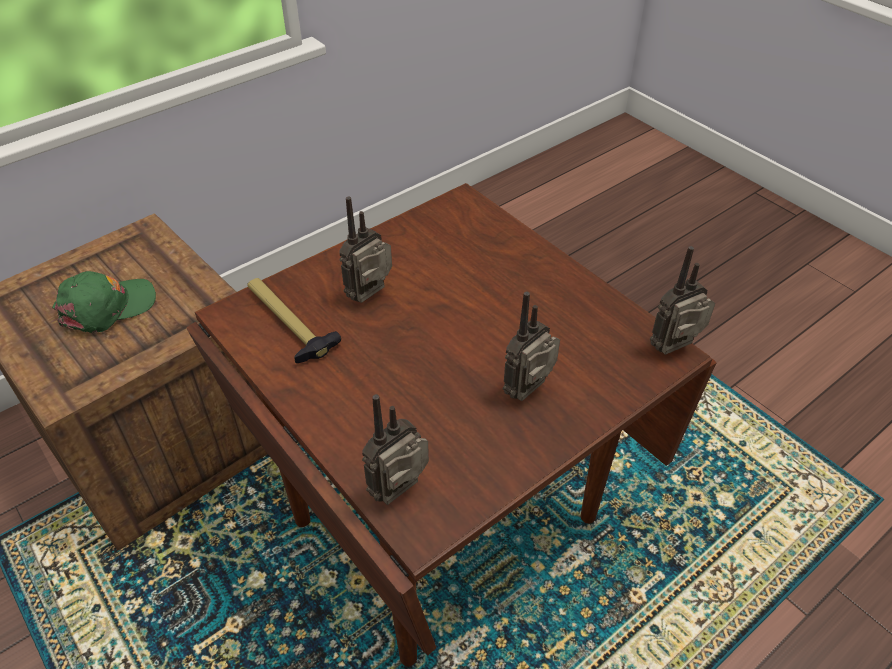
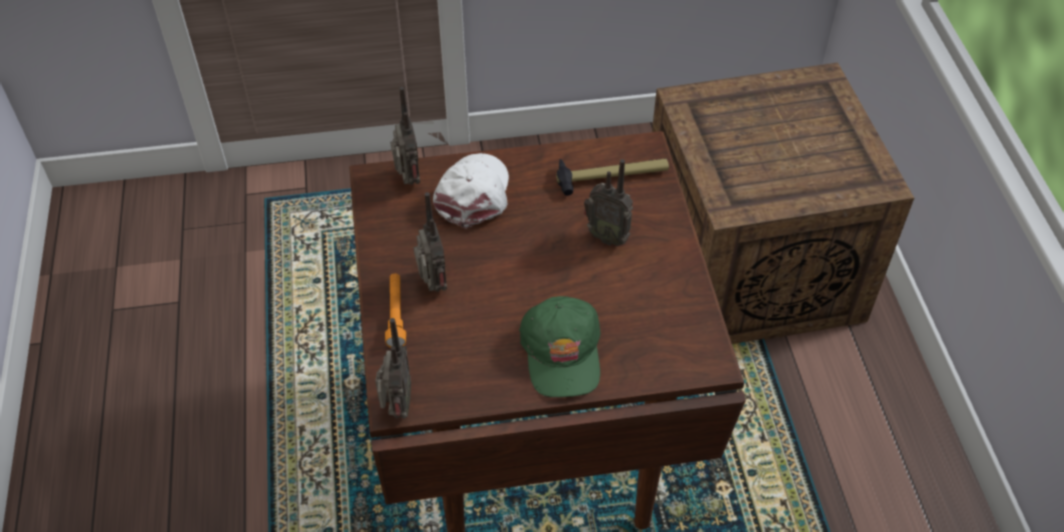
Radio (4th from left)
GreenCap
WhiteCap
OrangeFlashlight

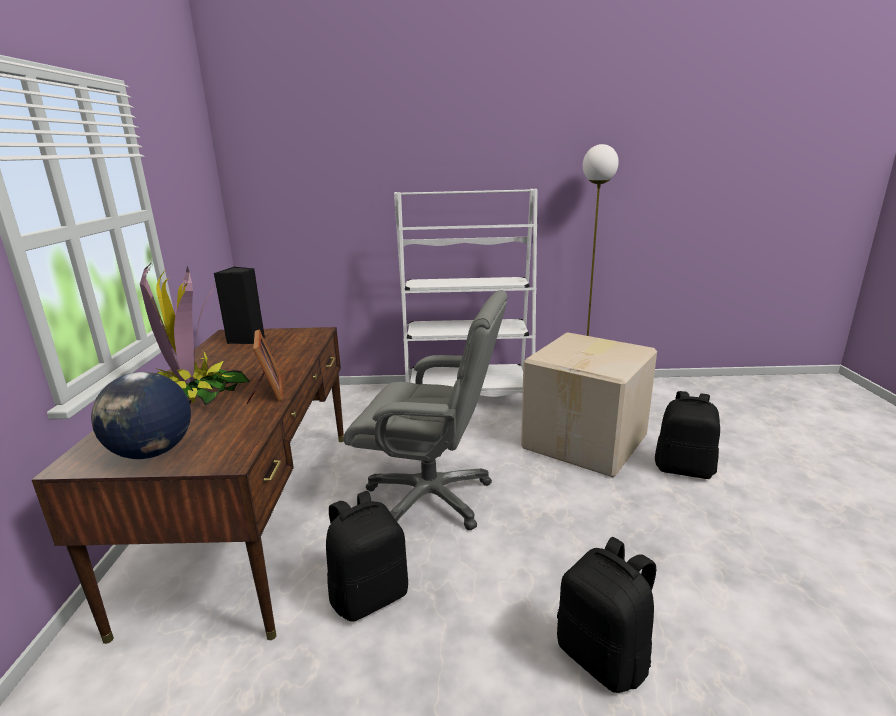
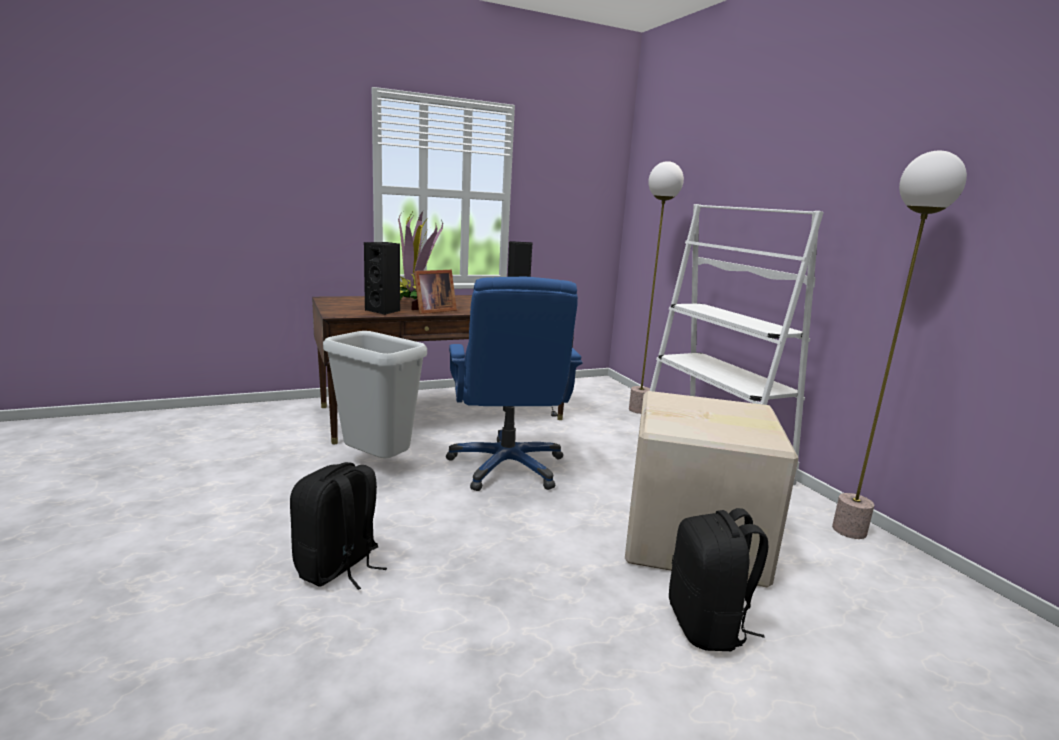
BlueOfficeChair
Globe
GreyTrashCan
FloorLamp (1st from left)
BlackSpeaker (1st from left)

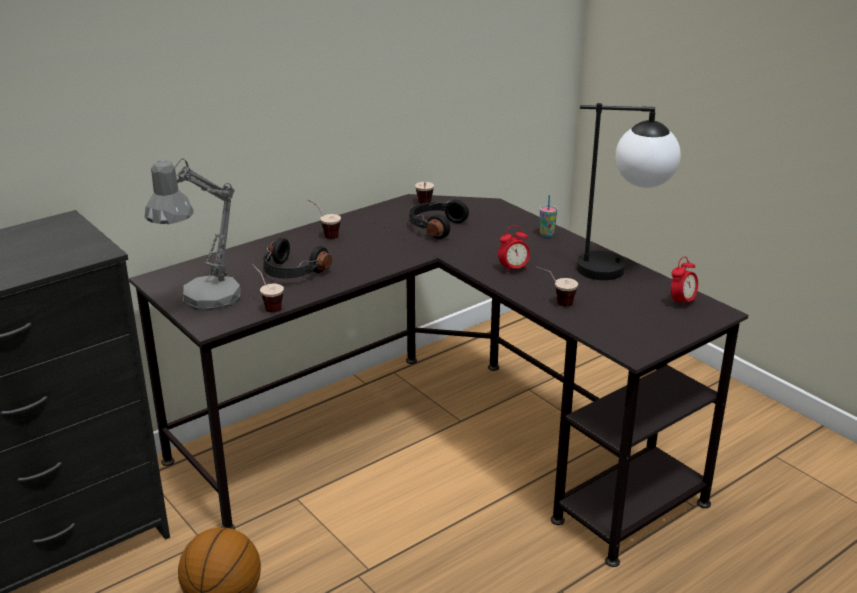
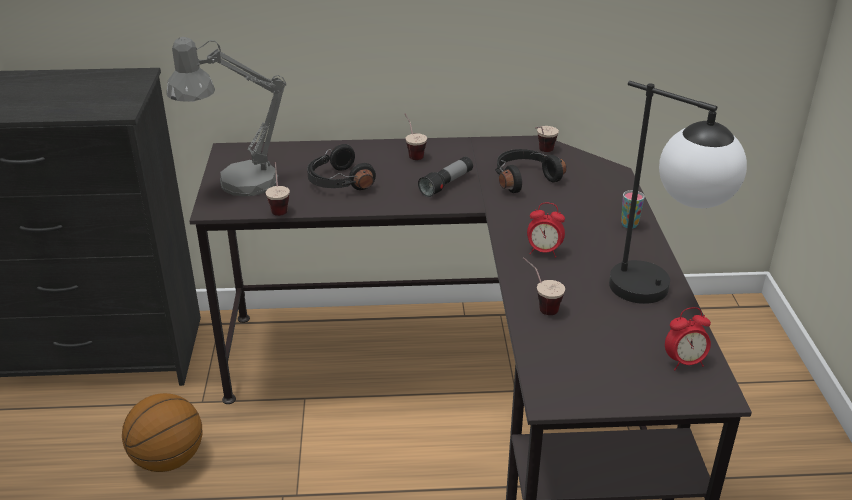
Flashlight

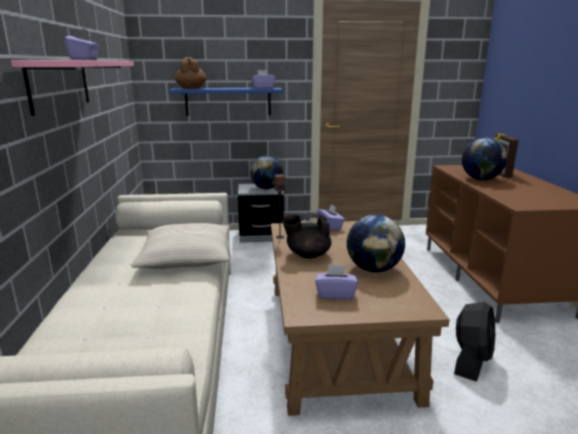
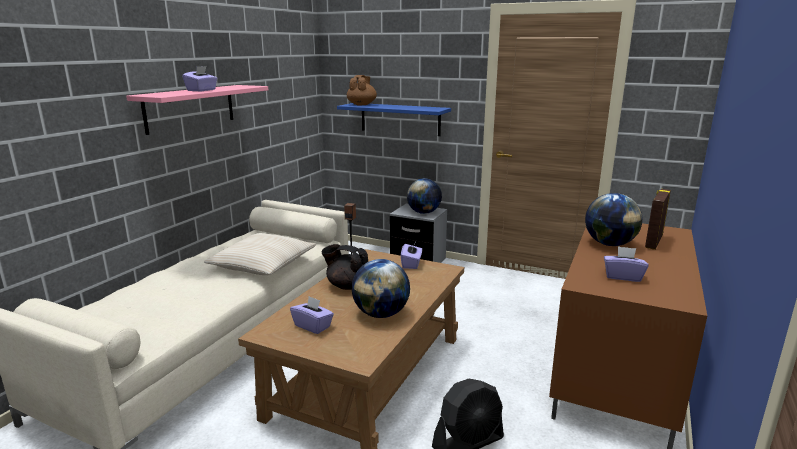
PurpleTissueBox (4th from left)

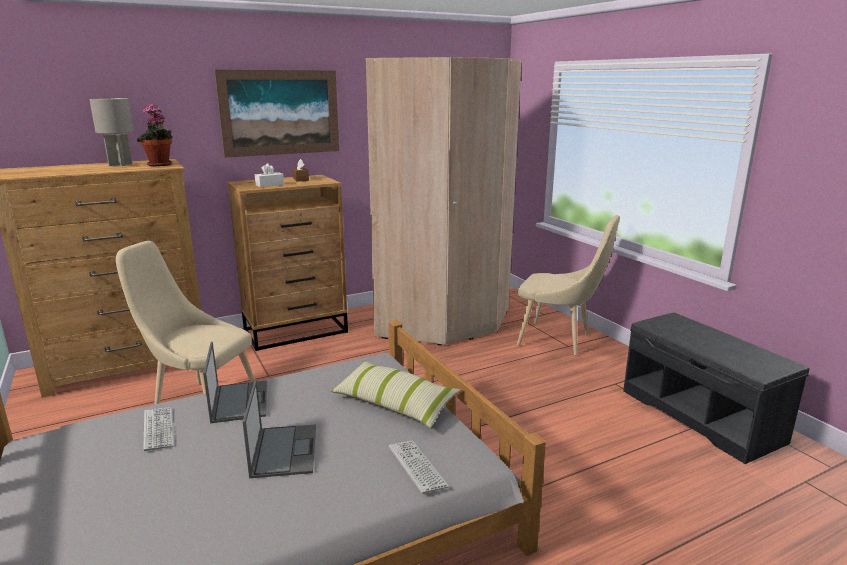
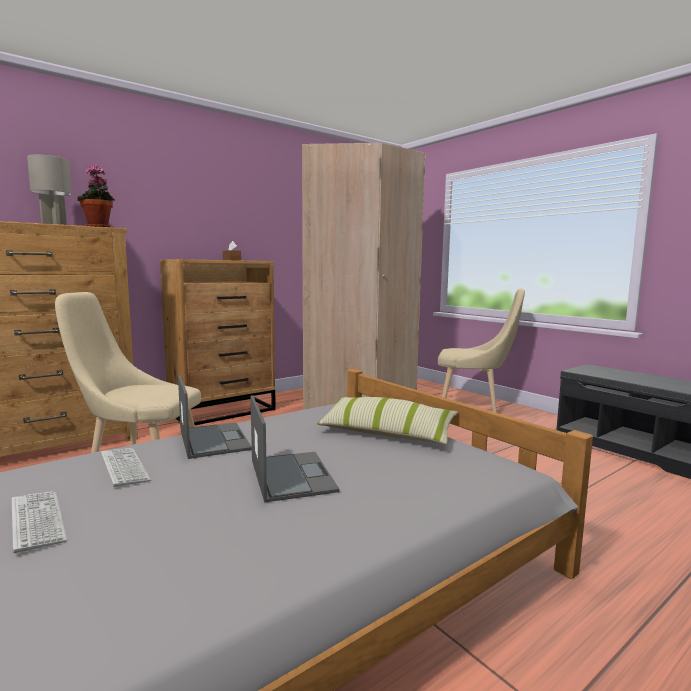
Picture
WhiteTissueBox
Keyboard (1st from left)

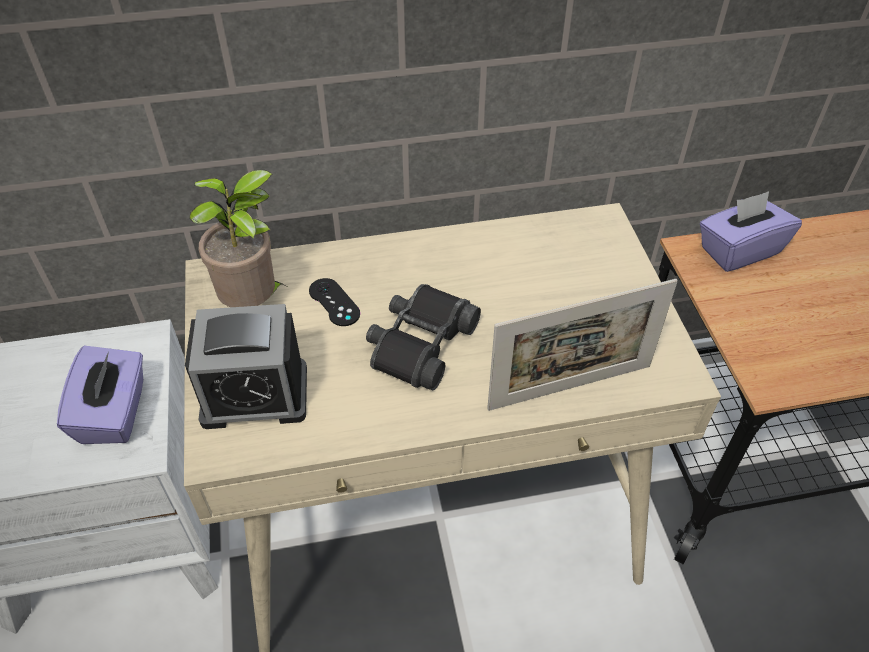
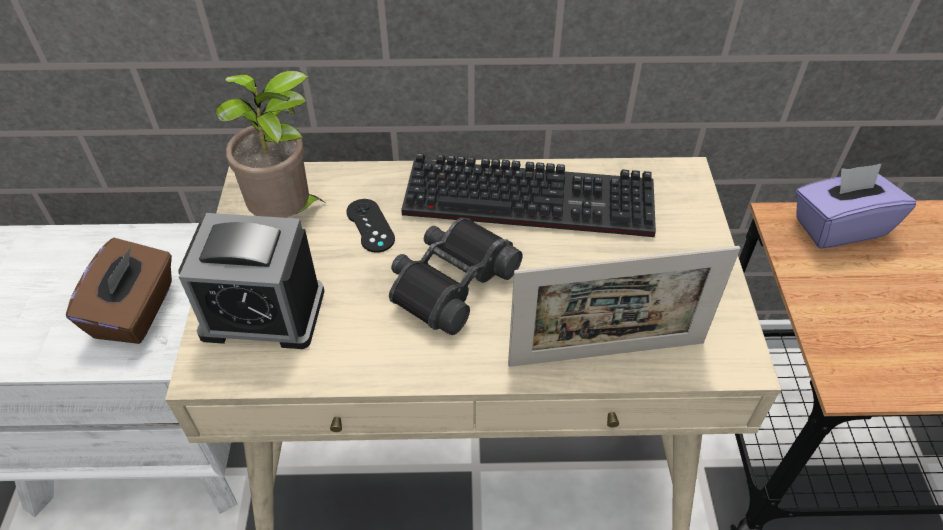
BrownTissueBox
Keyboard

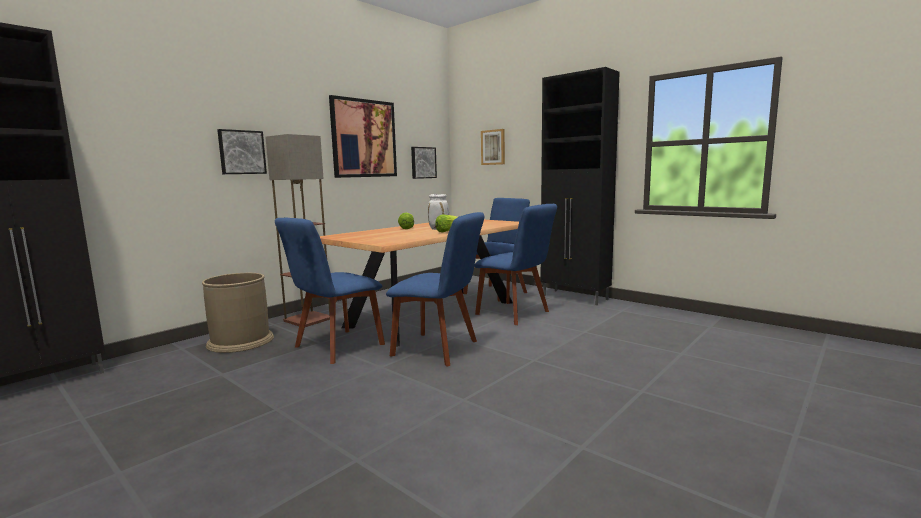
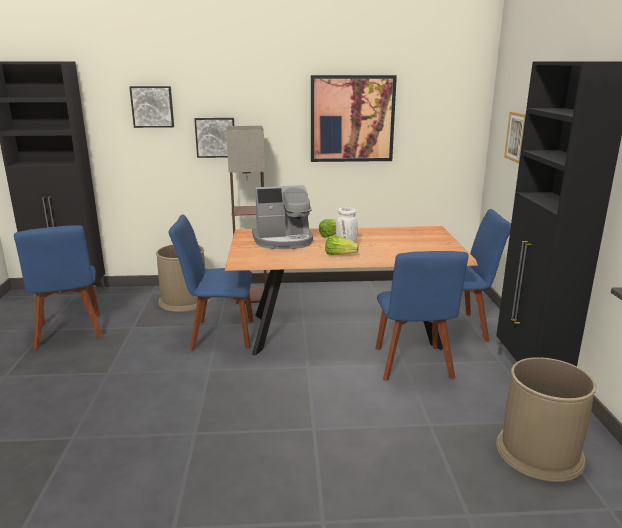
Picture (1st from left)
BlueChair (1st from left)
CoffeeMachine
BrownTrashCan (2nd from left)

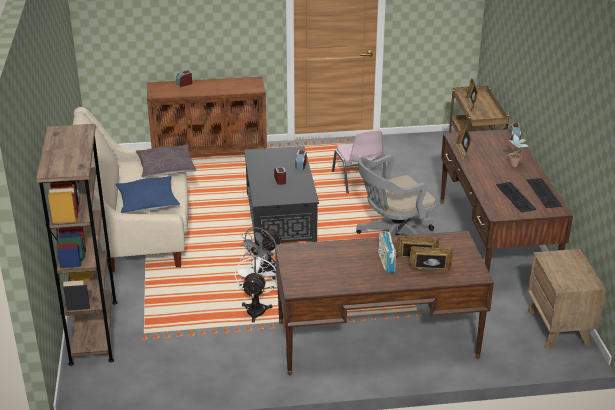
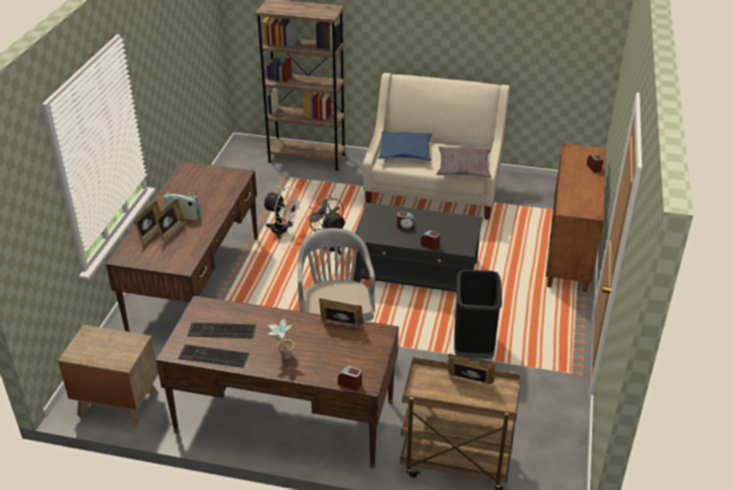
BlackTrashCan

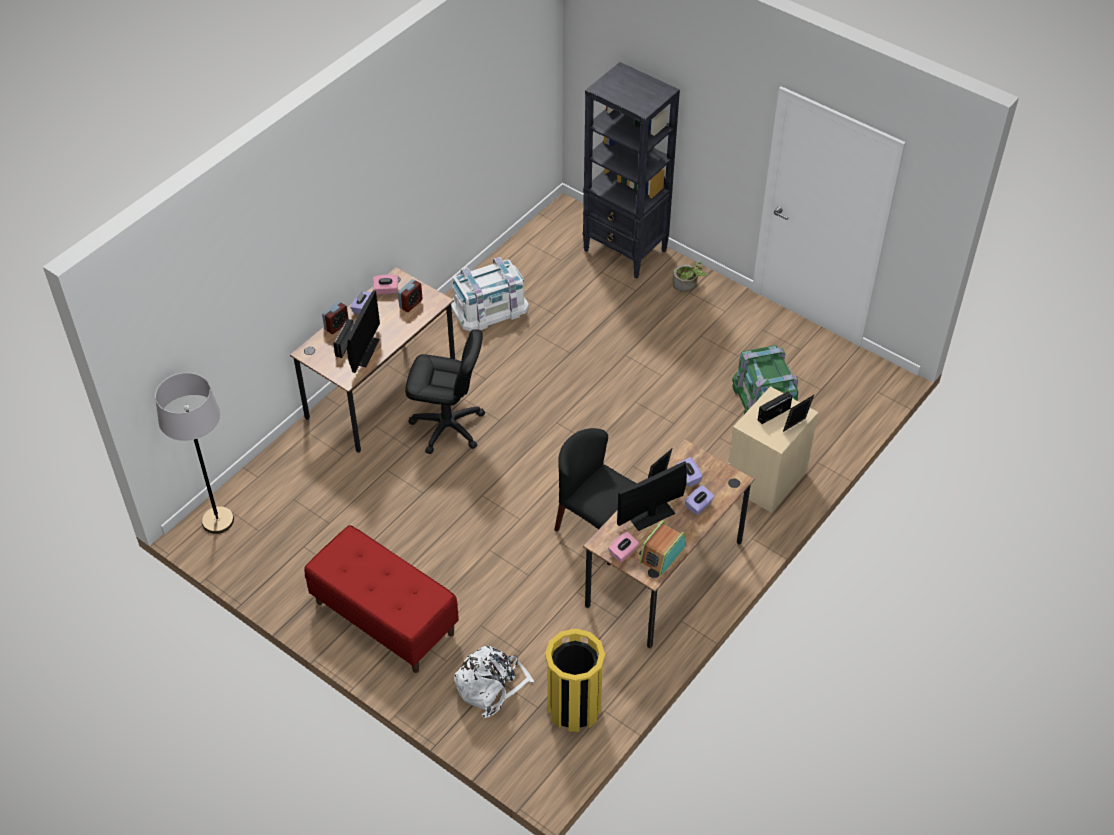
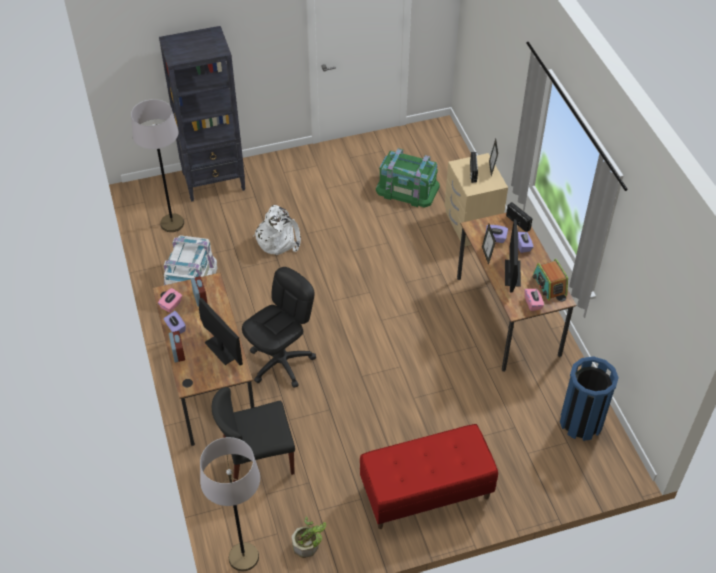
PottedPlant
Radio (2nd from left)
BlackChair
BlueTrashCan
WhiteBackpack
GreyFloorLamp (1st from left)

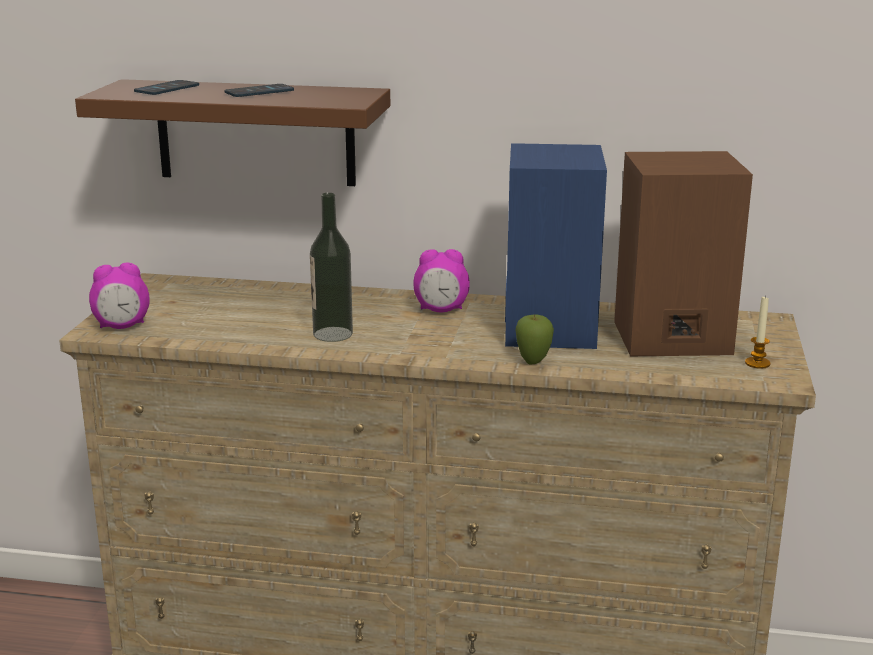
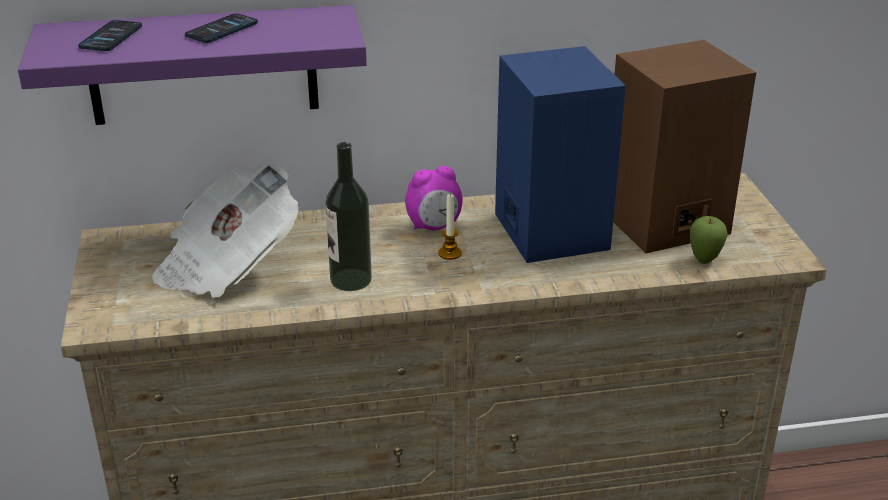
PurpleShelf
AlarmClock (1st from left in the first image)
Candle
Apple
Newspaper

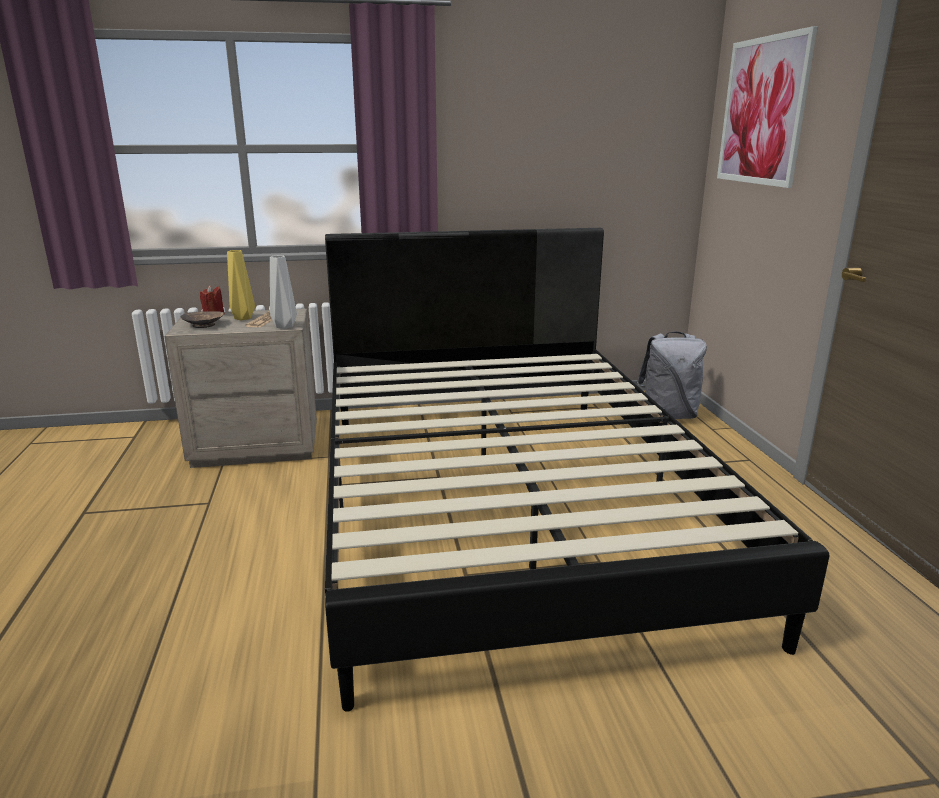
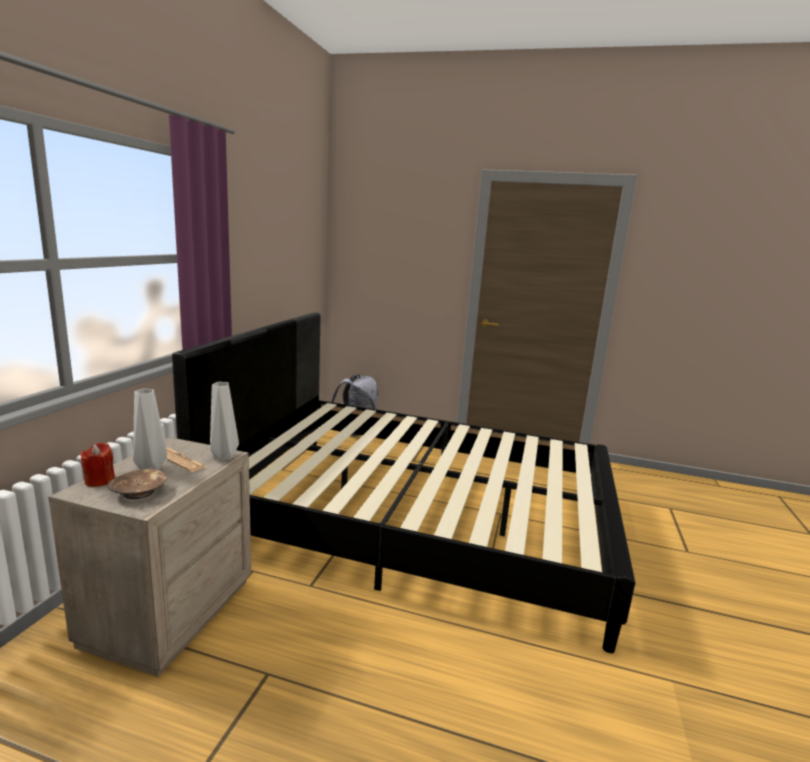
Picture
GreyVase (1st from left)

